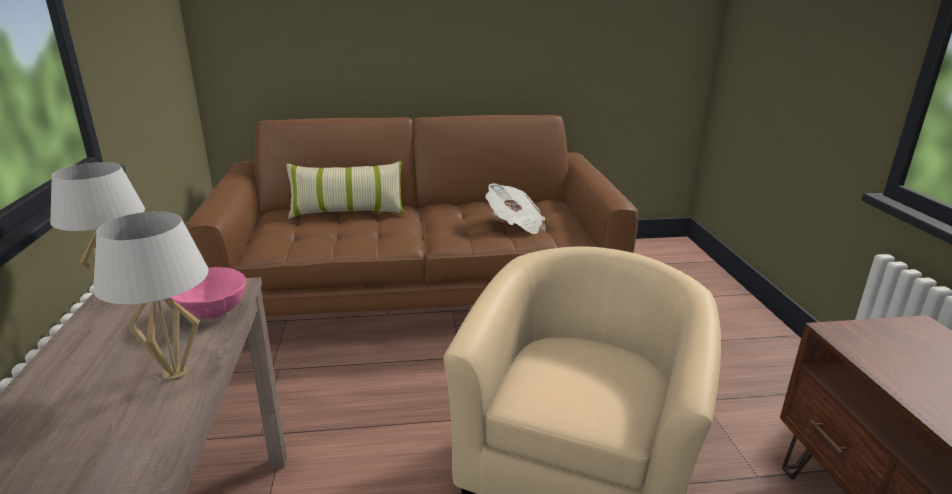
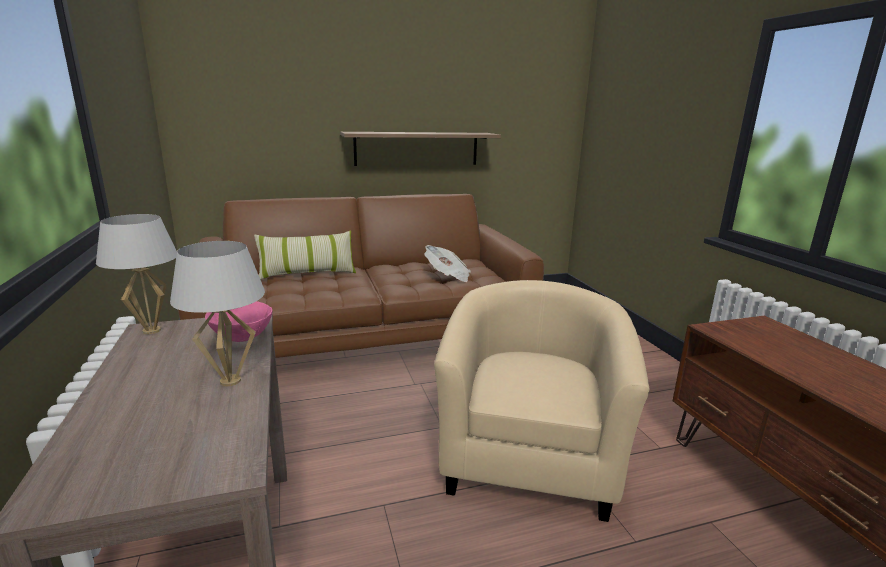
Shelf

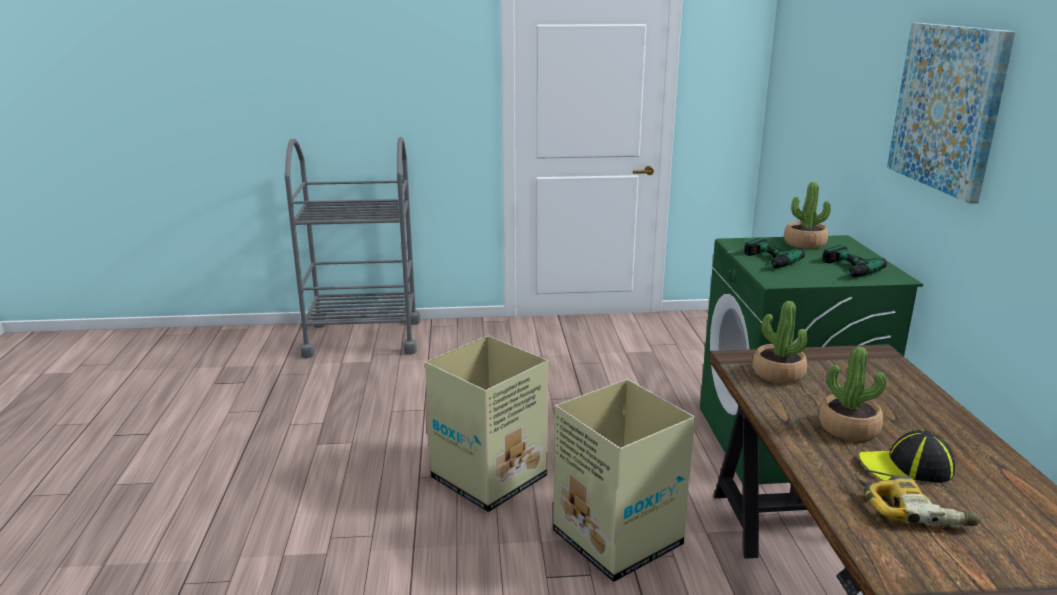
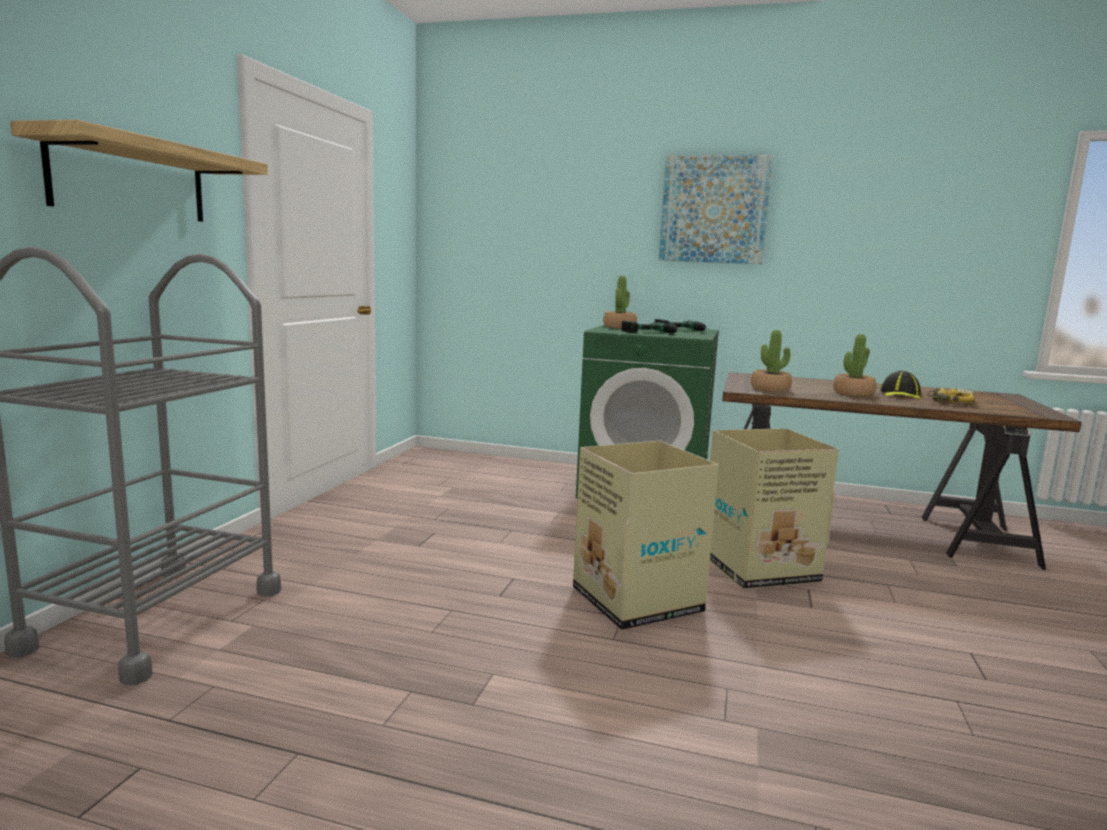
Shelf

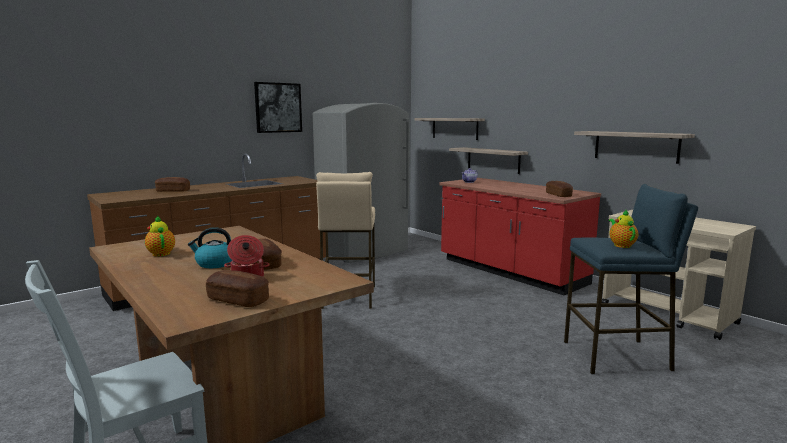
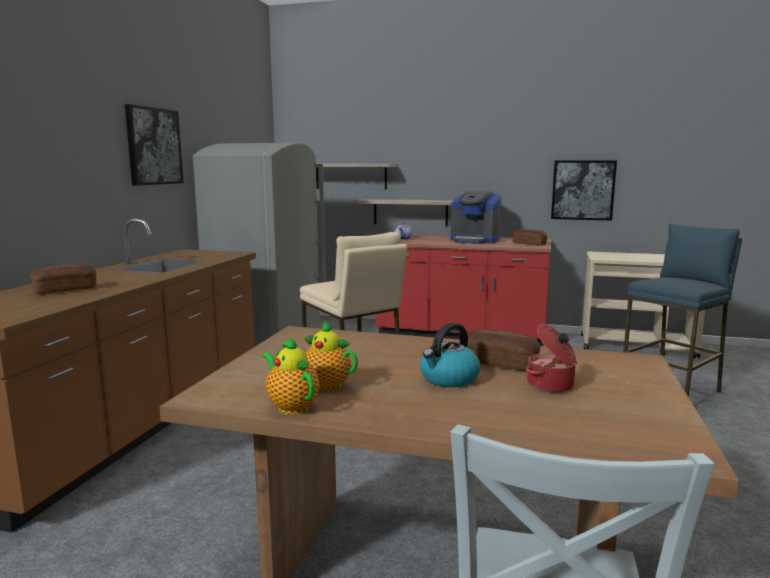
Picture (2nd from left)
Teapot (1st from left)
Bread (2nd from left in the first image)
CoffeeMachine

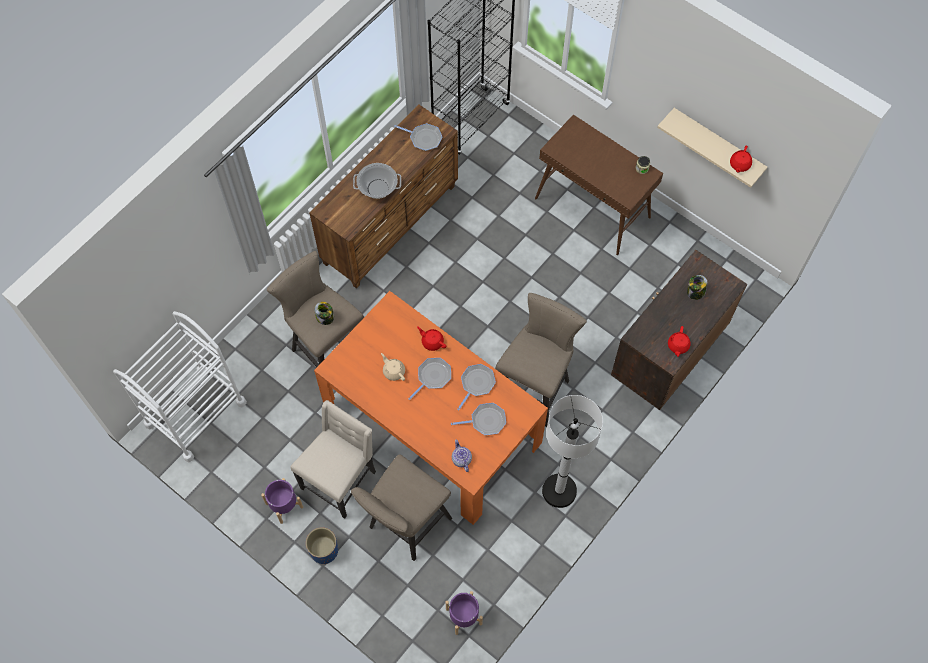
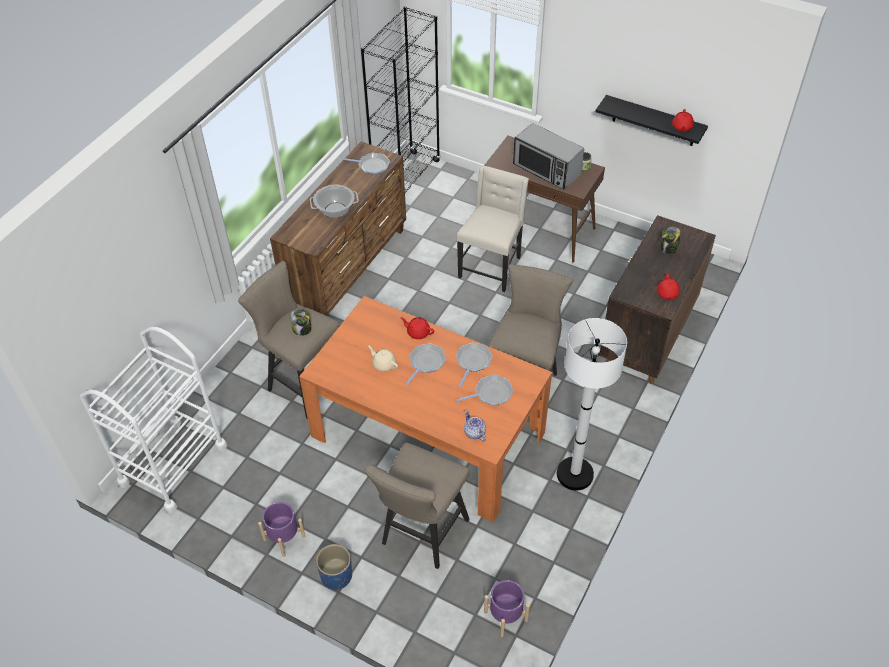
BlackShelf
BeigeChair
Microwave

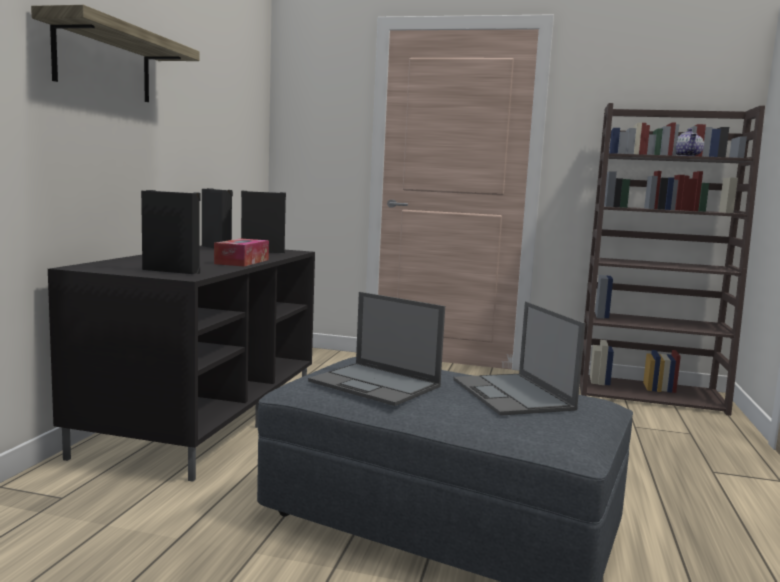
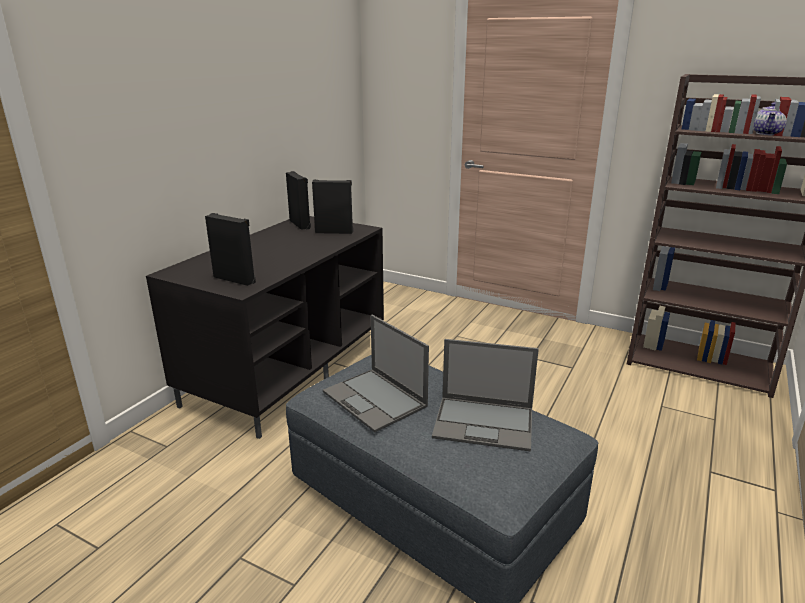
Shelf
TissueBox
Laptop (2nd from left)

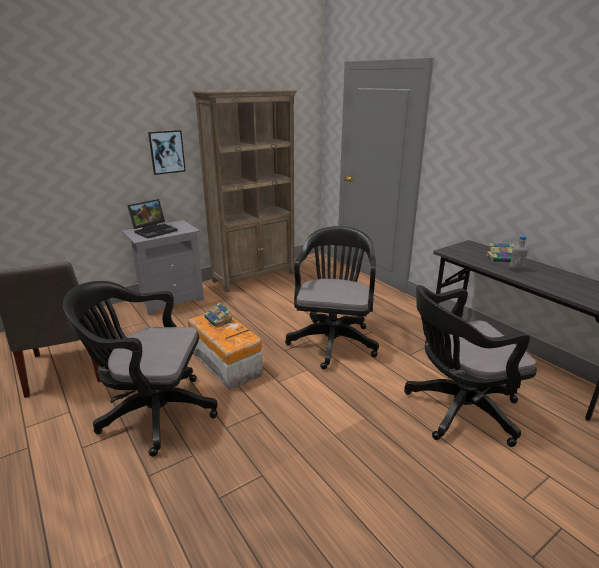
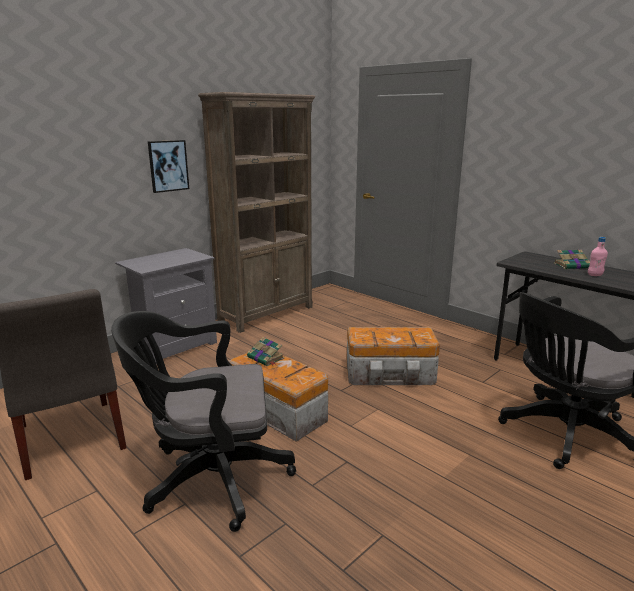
Laptop
StorageBox (2nd from left)
PinkBottle

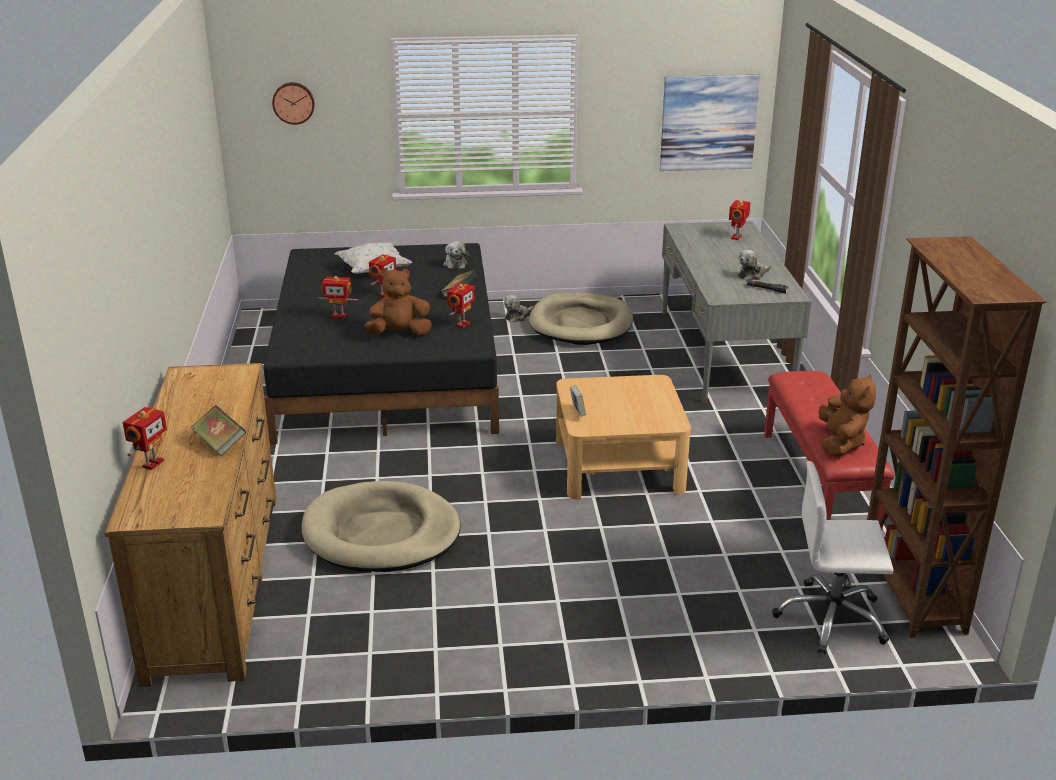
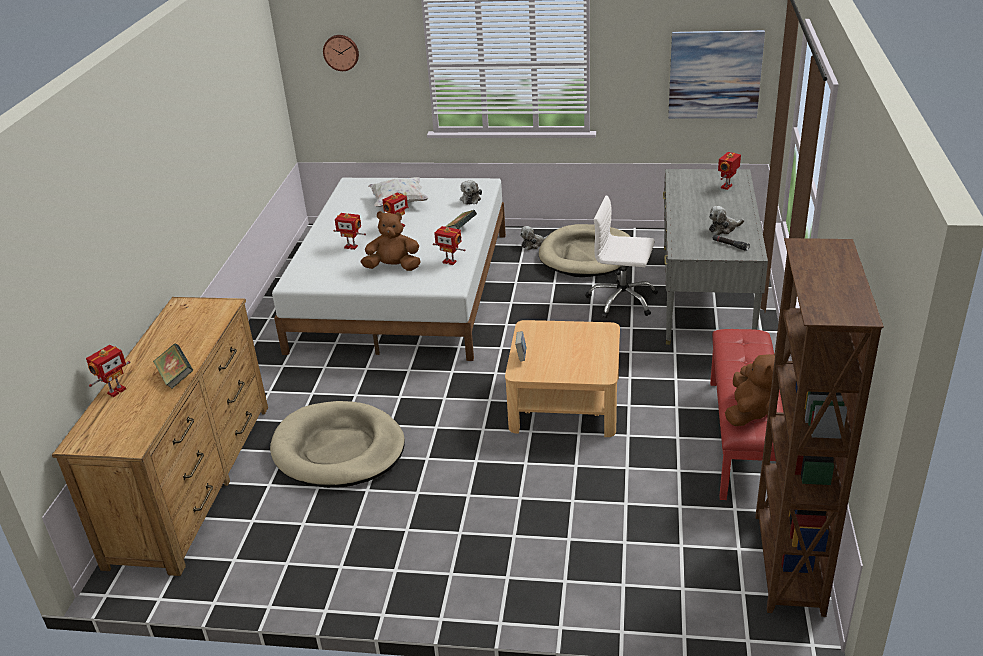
WhiteBed
ToyRobot (4th from left)
WhiteOfficeChair

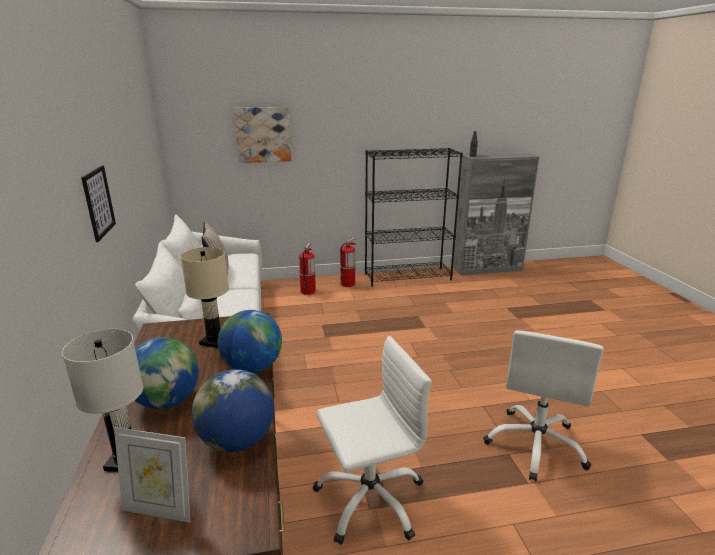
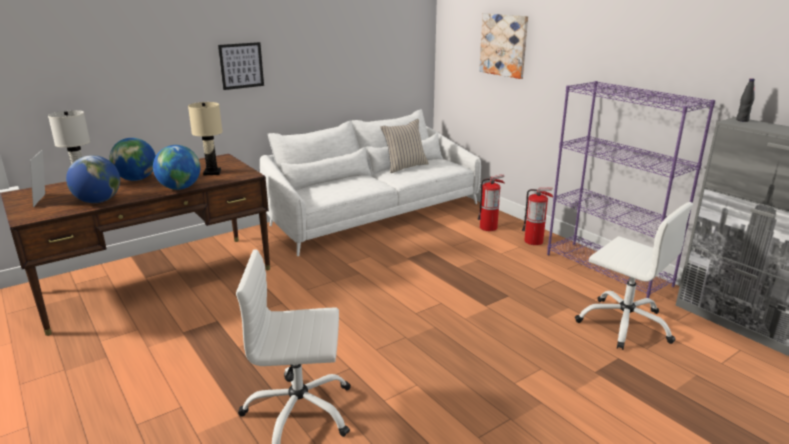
PurpleBookcase
WhiteOfficeChair (2nd from left)

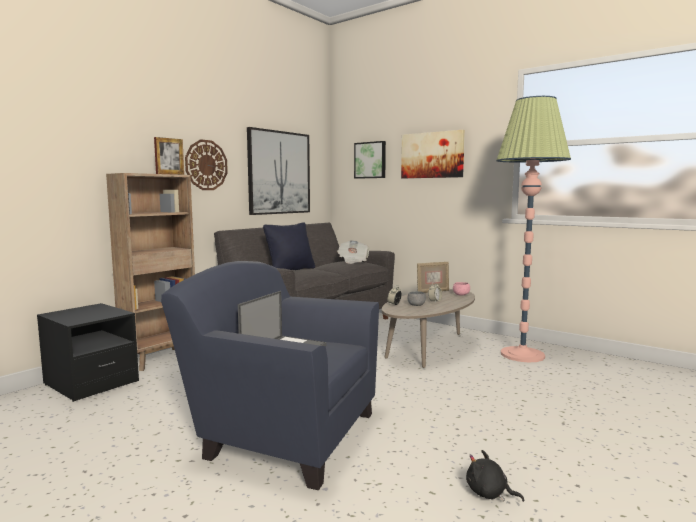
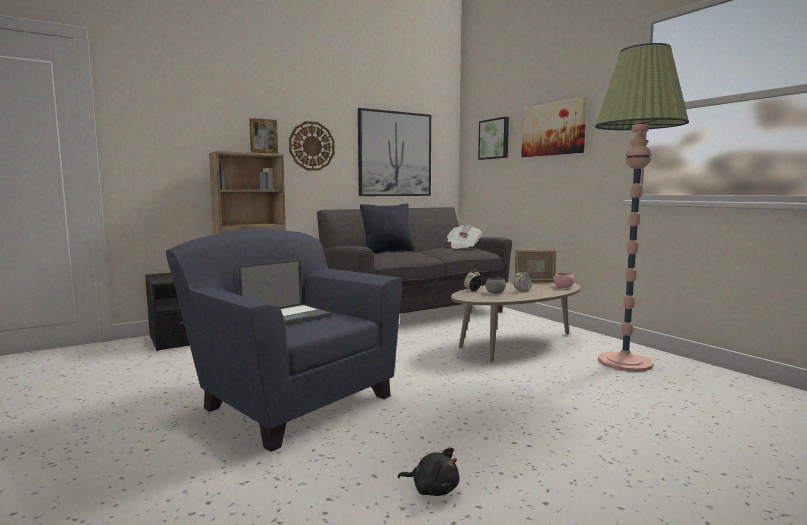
BlackPlushToy

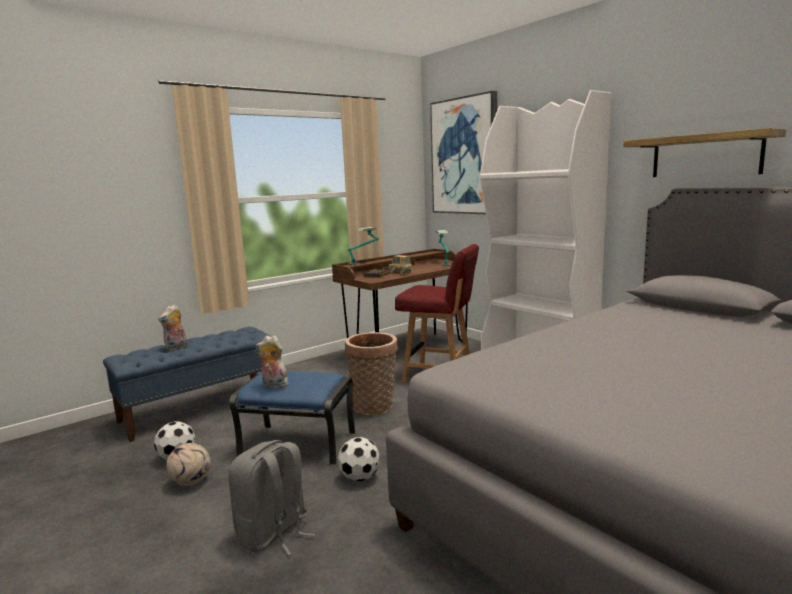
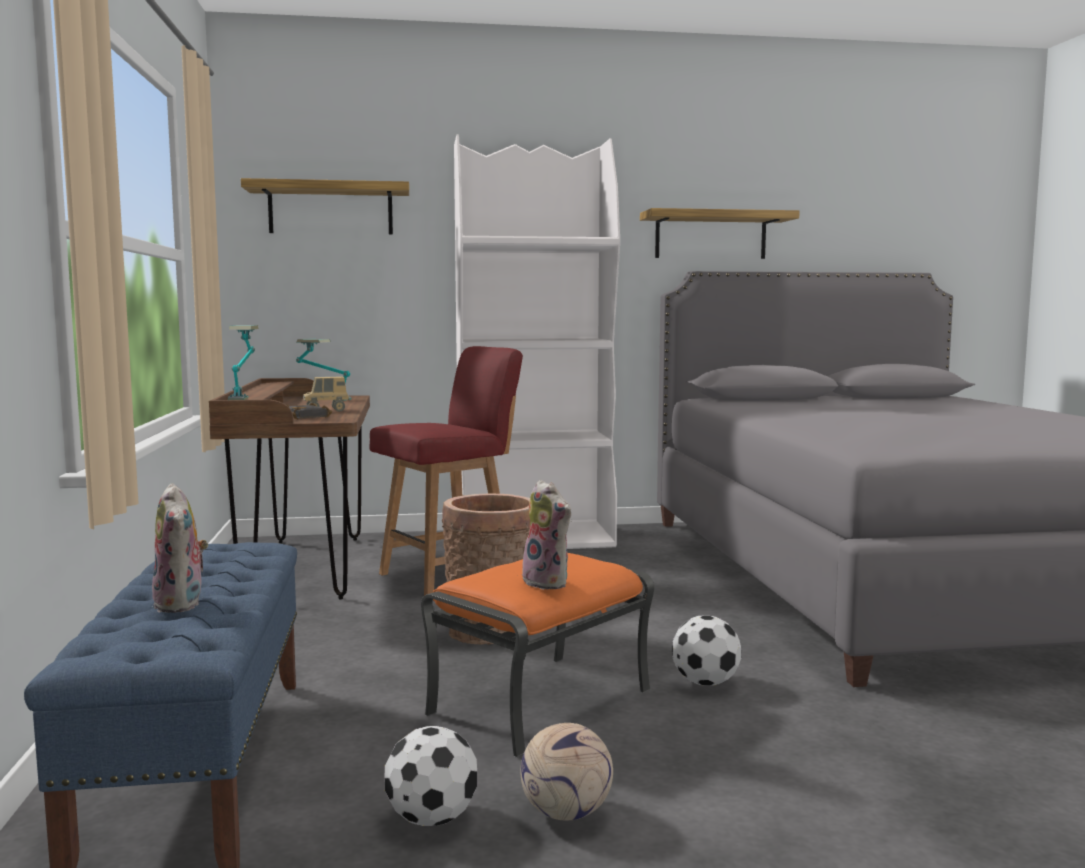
Shelf (1st from left)
PlushToy (2nd from left)
OrangeOttoman
GreyBackpack

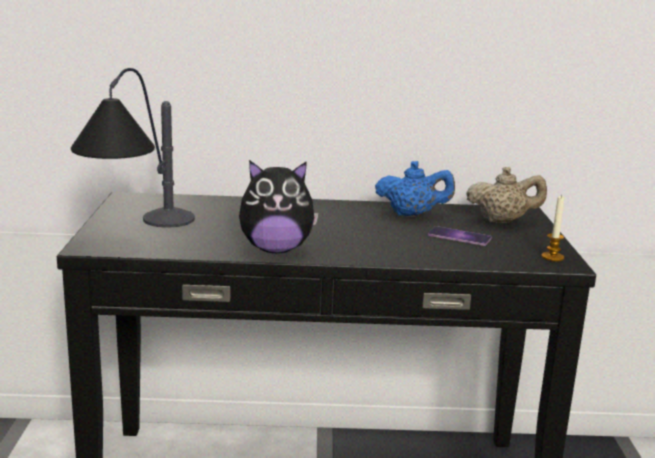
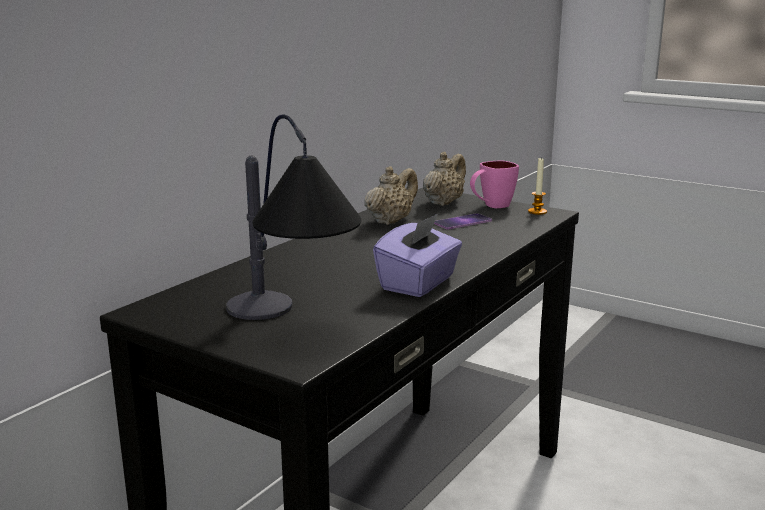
PurpleTissueBox
BeigeTeapot (1st from left)
PinkMug

